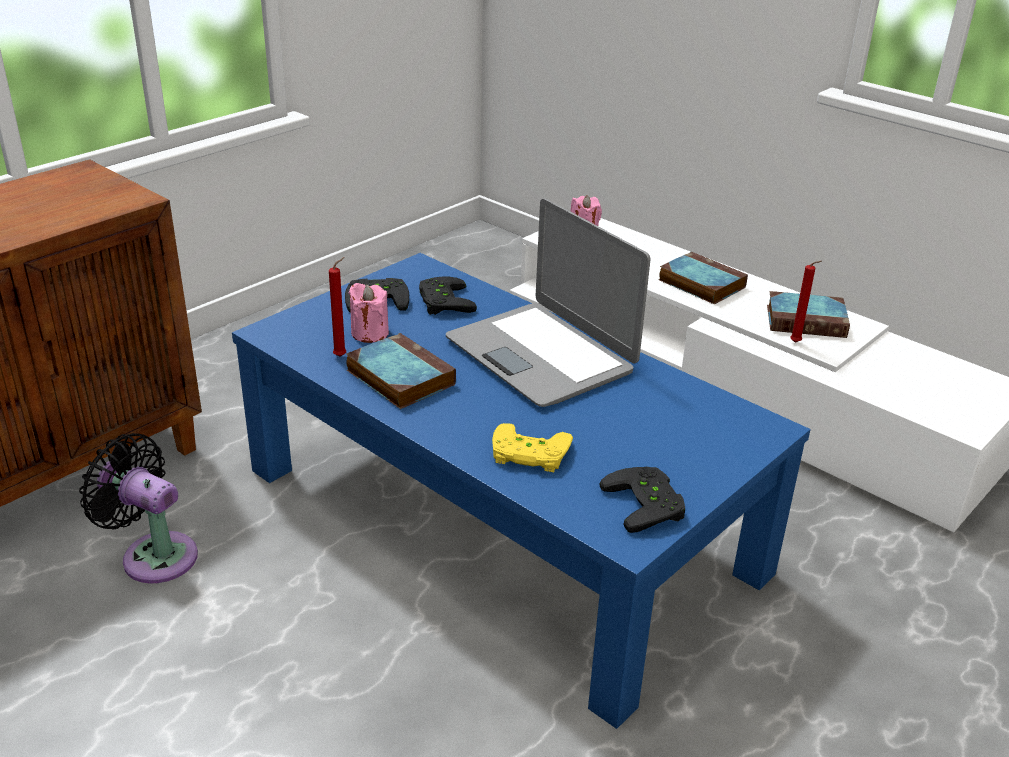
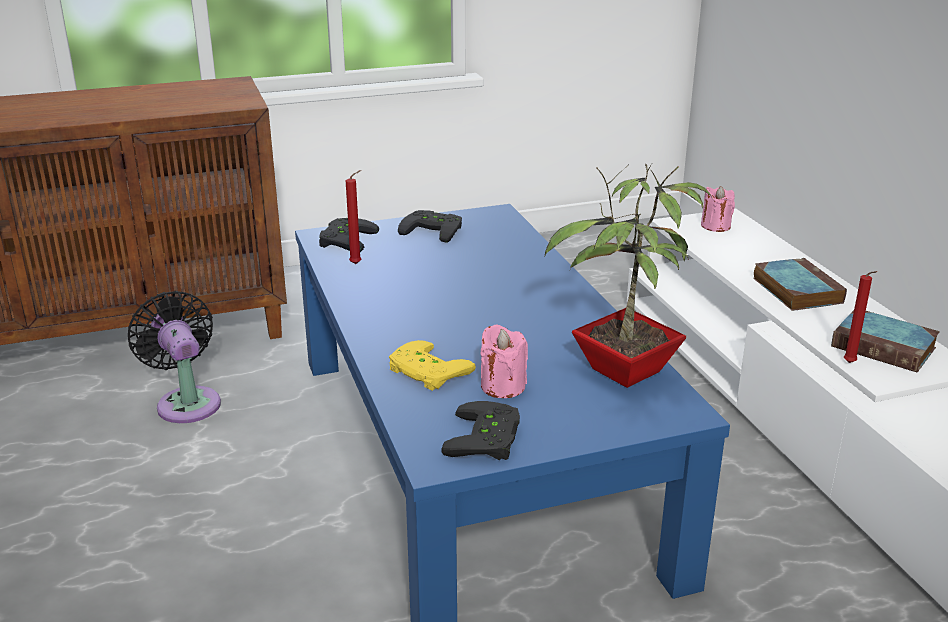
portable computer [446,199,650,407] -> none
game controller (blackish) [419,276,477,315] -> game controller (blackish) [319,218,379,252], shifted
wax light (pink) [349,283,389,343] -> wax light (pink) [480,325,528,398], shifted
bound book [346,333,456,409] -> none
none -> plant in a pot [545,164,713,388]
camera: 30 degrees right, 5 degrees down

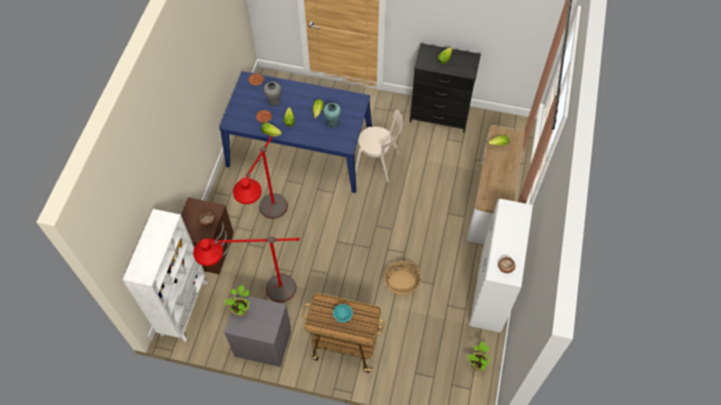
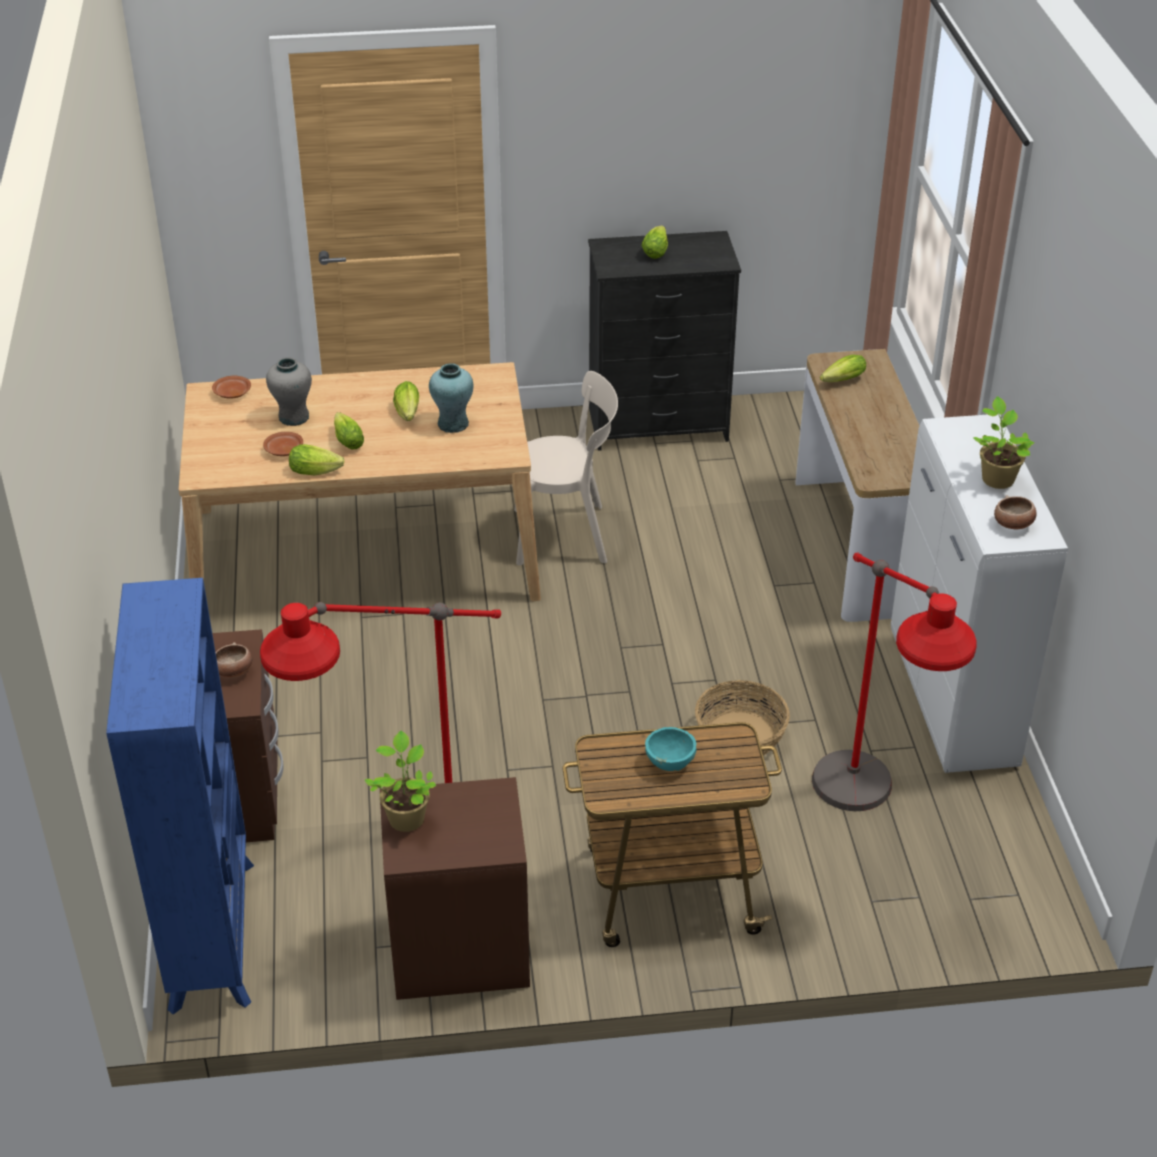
dining table (blue) [219,71,372,193] -> dining table (beige) [179,362,541,601]
standard lamp (reddish) [233,136,288,219] -> standard lamp (reddish) [812,553,977,811], shifted
shelving unit (white-coloured) [122,209,208,342] -> shelving unit (blue) [106,578,254,1014]
nightstand (grey) [224,294,291,367] -> nightstand (brown-coloured) [380,777,530,1000]
plant in a pot [467,341,491,371] -> plant in a pot [973,396,1034,489], shifted
camera: 20 degrees left, 20 degrees down

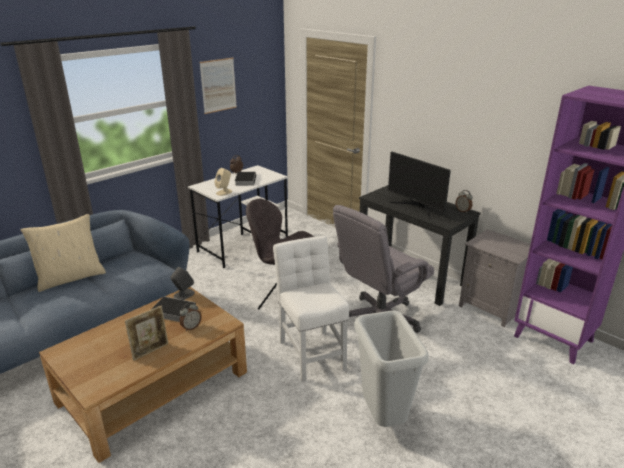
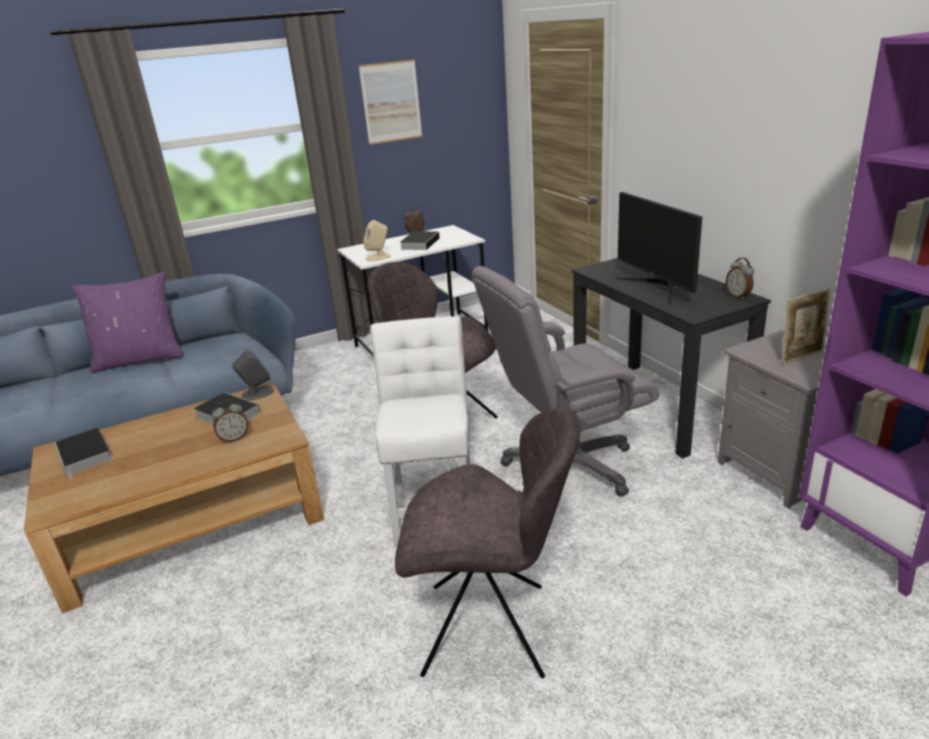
pillow (beige) [21,214,106,292] -> pillow (purplish) [72,272,184,373]
picture frame [125,306,168,361] -> picture frame [782,289,830,364], shifted
rubbish bin (grey) [354,311,429,427] -> upright chair (grey) [395,408,580,678]
none -> bound book [54,428,112,480]
camera: 20 degrees right, 0 degrees up

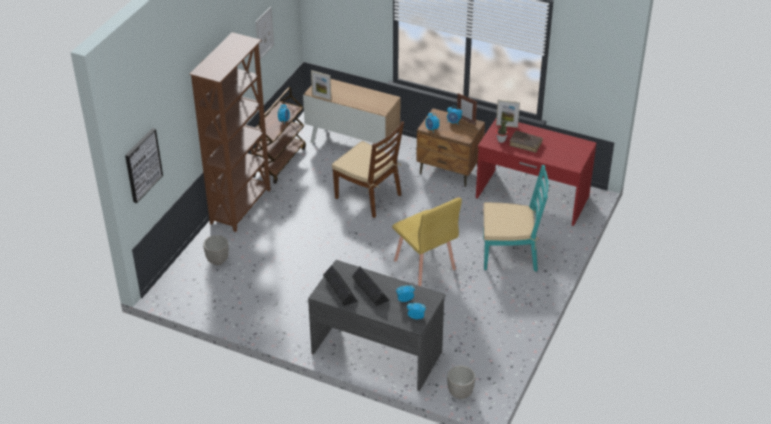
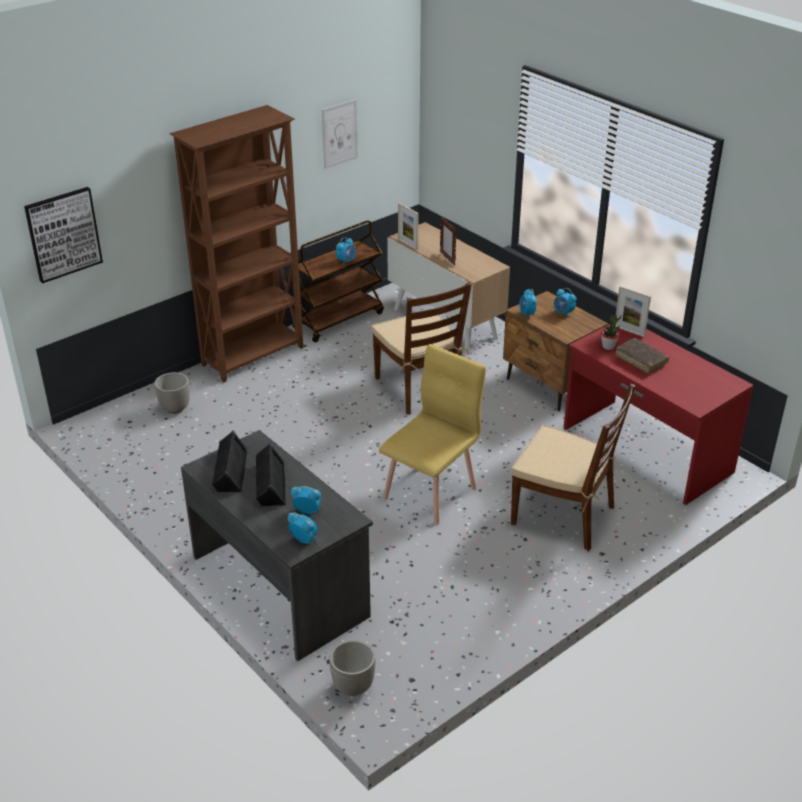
picture frame [457,93,477,125] -> picture frame [440,217,456,266], shifted
upright chair (turquoise) [483,165,549,272] -> upright chair (brown-coloured) [511,384,635,551]
upright chair (yellowish) [392,198,462,286] -> upright chair (yellowish) [379,344,486,525], 135 degrees counterclockwise
camera: 25 degrees right, 5 degrees down

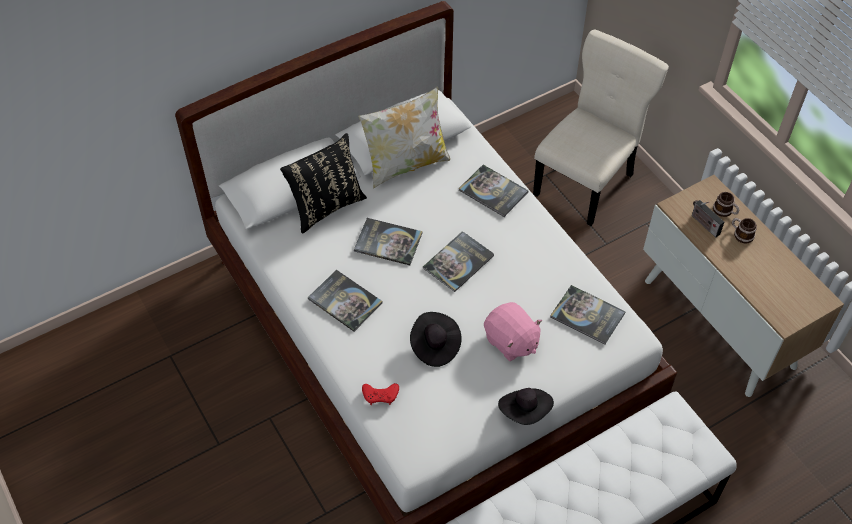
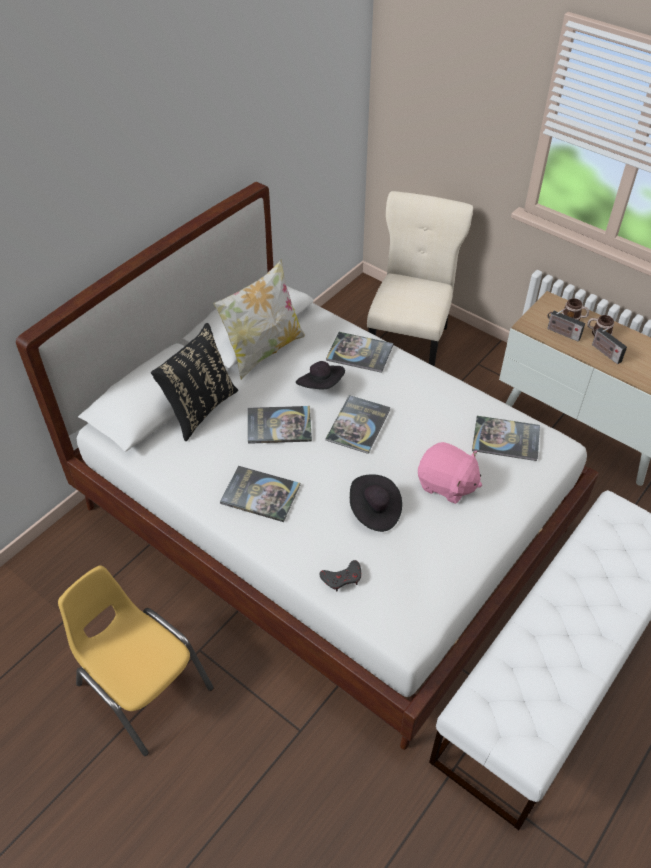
game controller (reddish) [362,383,399,405] -> game controller (grey) [319,560,361,591]
clothing hat (blackish) [498,388,554,425] -> clothing hat (blackish) [296,361,345,390], shifted
none -> radio [592,327,627,364]
none -> upright chair (yellowish) [58,565,213,756]
camera: 20 degrees left, 5 degrees down

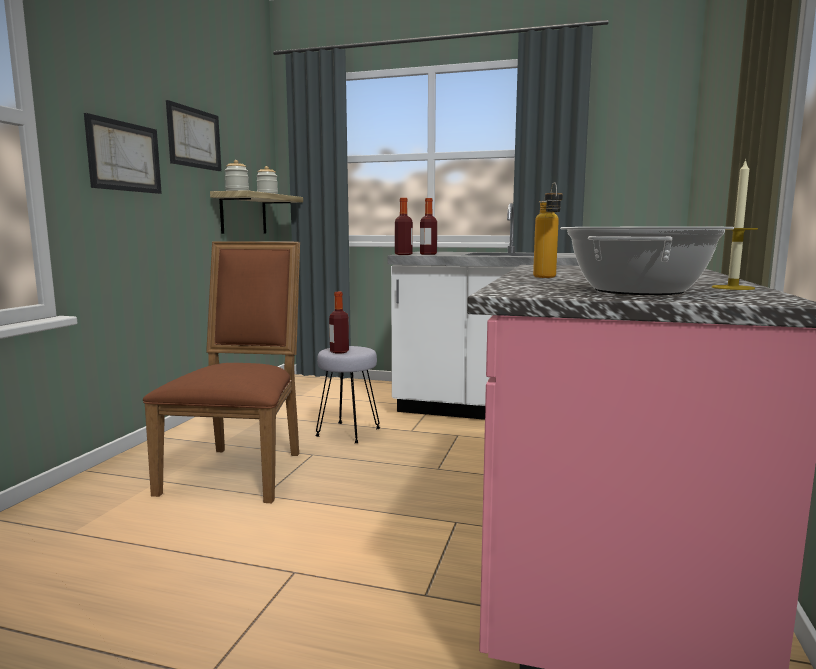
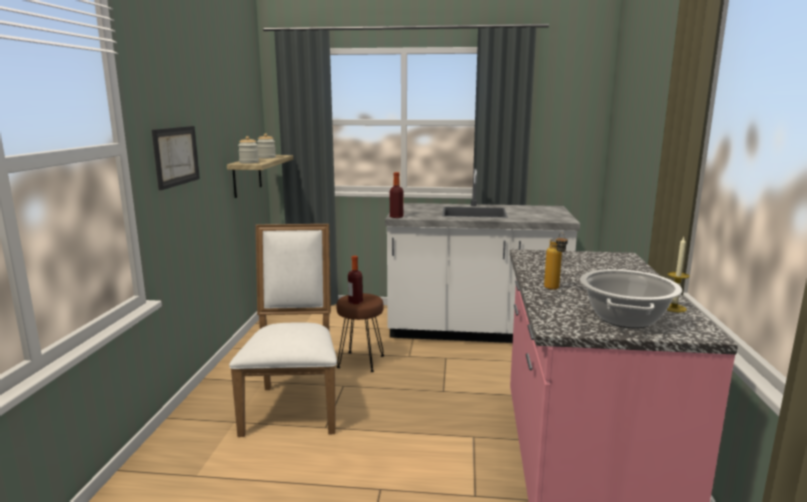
picture [166,100,221,171] -> none
drink bottle [420,198,437,255] -> none
upright chair (brown-coloured) [143,241,300,503] -> upright chair (white-coloured) [229,224,337,437]
stool seat (grey) [315,346,380,443] -> stool seat (brown-coloured) [336,293,384,372]
camera: 10 degrees left, 5 degrees up

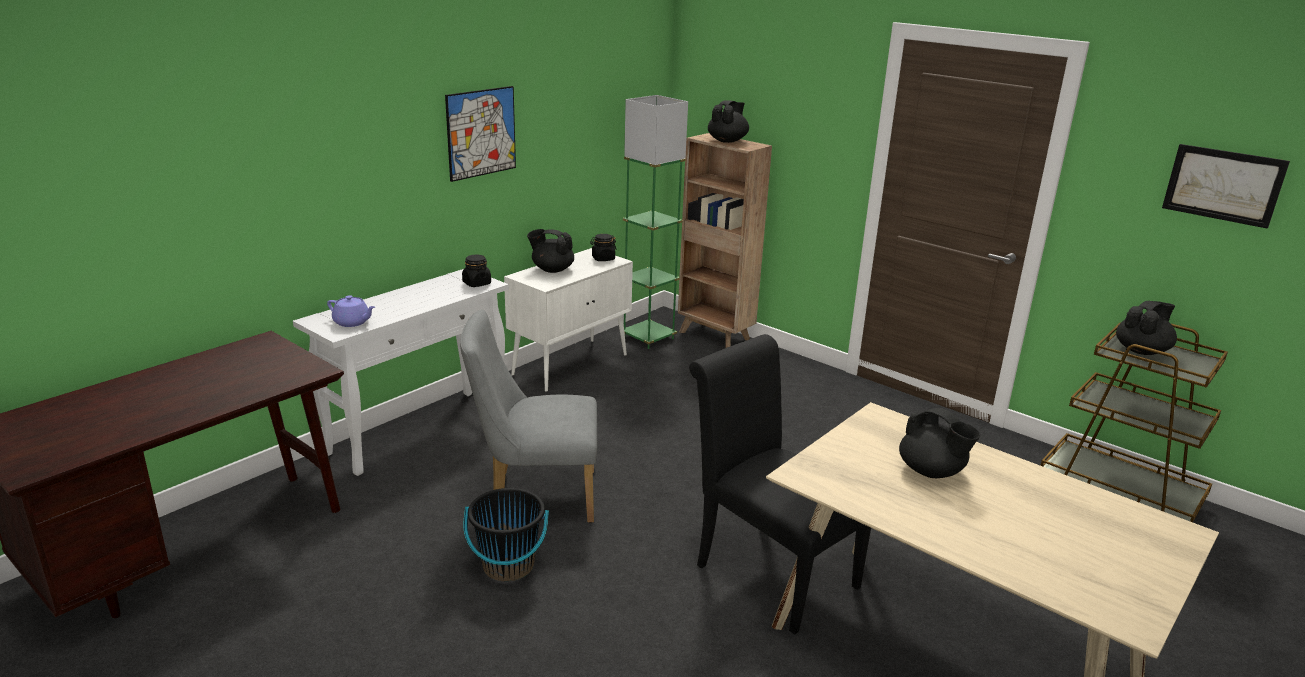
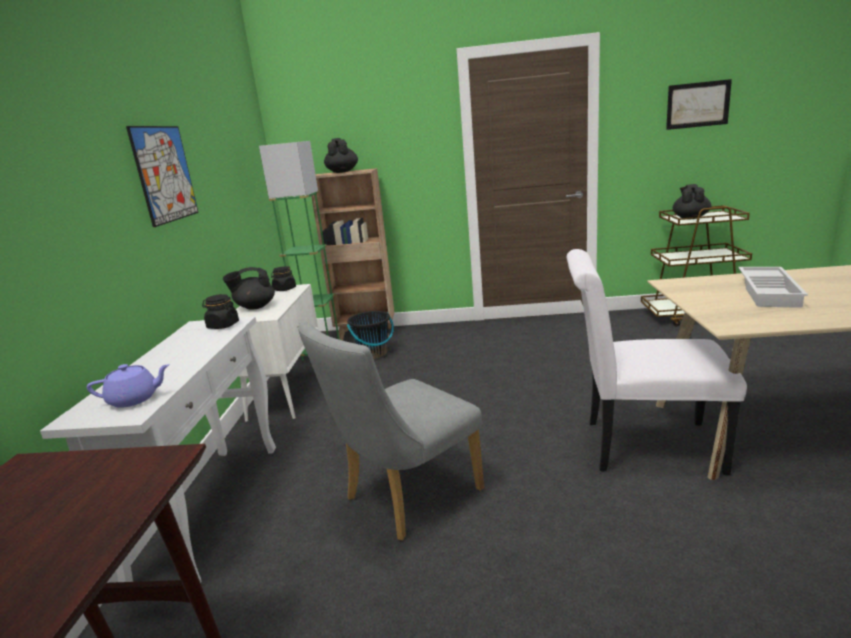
upright chair (blackish) [689,334,871,635] -> upright chair (white-coloured) [567,249,747,475]
tea pot (blackish) [899,408,980,478] -> carrying tray (white-coloured) [738,267,808,308]
bucket (blackish) [463,488,549,581] -> bucket (blackish) [347,311,394,359], shifted
camera: 35 degrees left, 5 degrees down

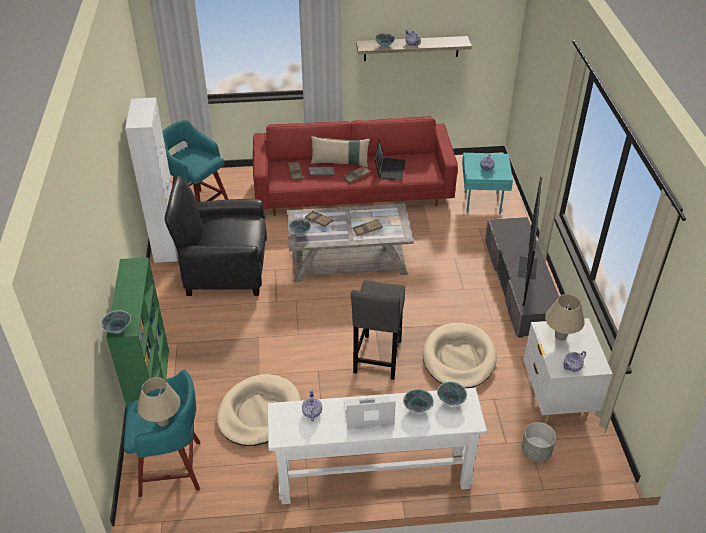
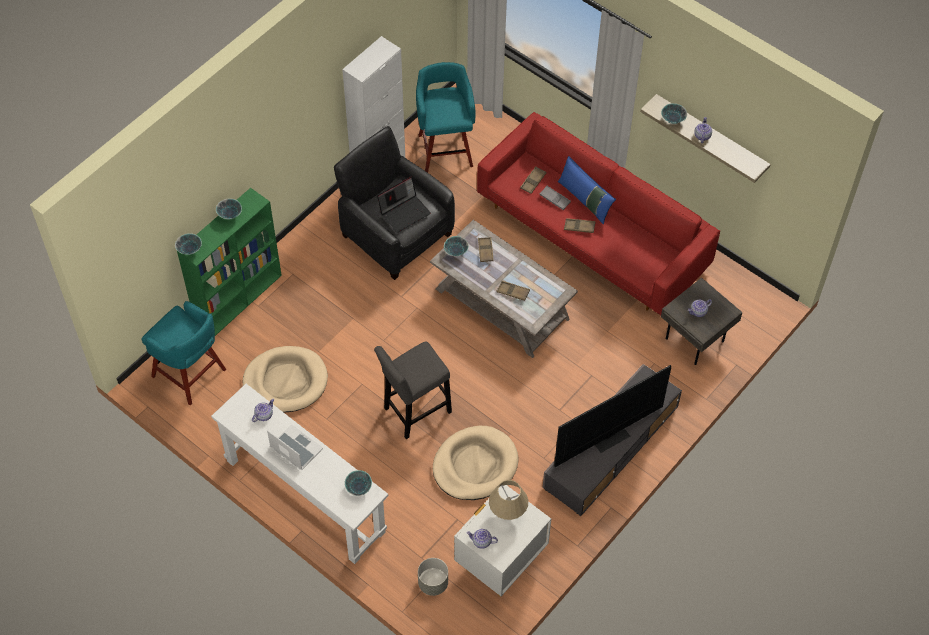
pillow (beige) [311,136,370,167] -> pillow (blue) [558,156,616,225]
portable computer [374,140,406,180] -> portable computer [377,176,431,233], shifted
accent table (turquoise) [462,153,513,214] -> accent table (grey) [661,278,742,365]
lamp for a table (beige) [137,377,181,426] -> none
serving bowl [403,389,434,413] -> serving bowl [216,199,242,219], shifted
camera: 45 degrees right, 15 degrees up

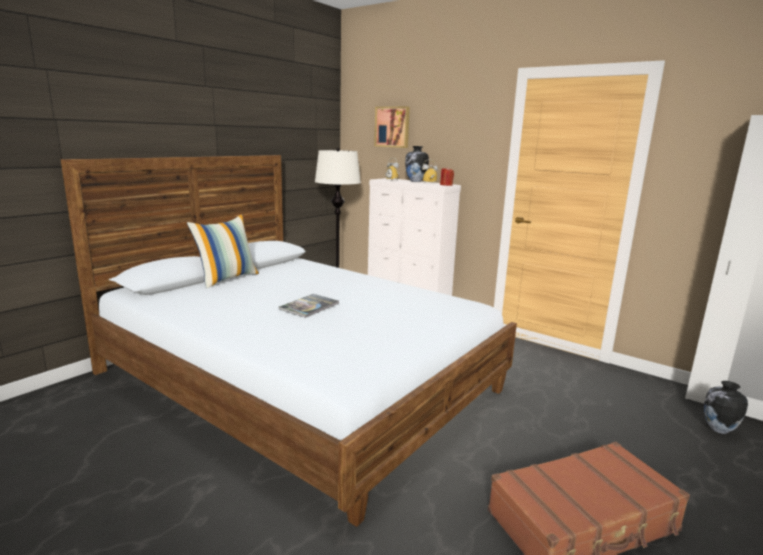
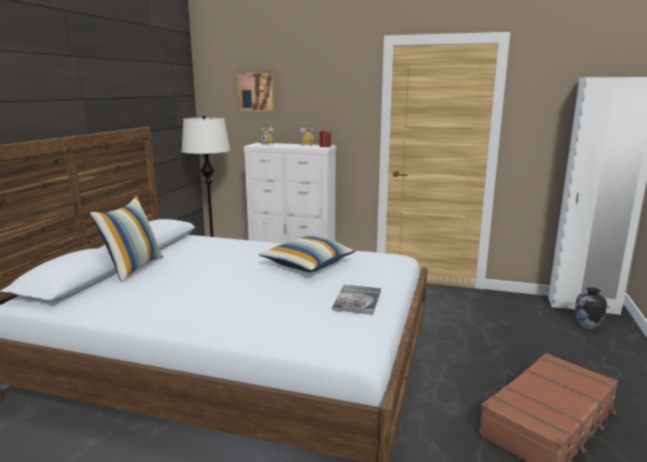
vase [405,146,429,182] -> none
bound book [279,294,339,318] -> bound book [332,285,381,314], shifted
none -> pillow [258,236,356,272]
camera: 20 degrees left, 0 degrees up

